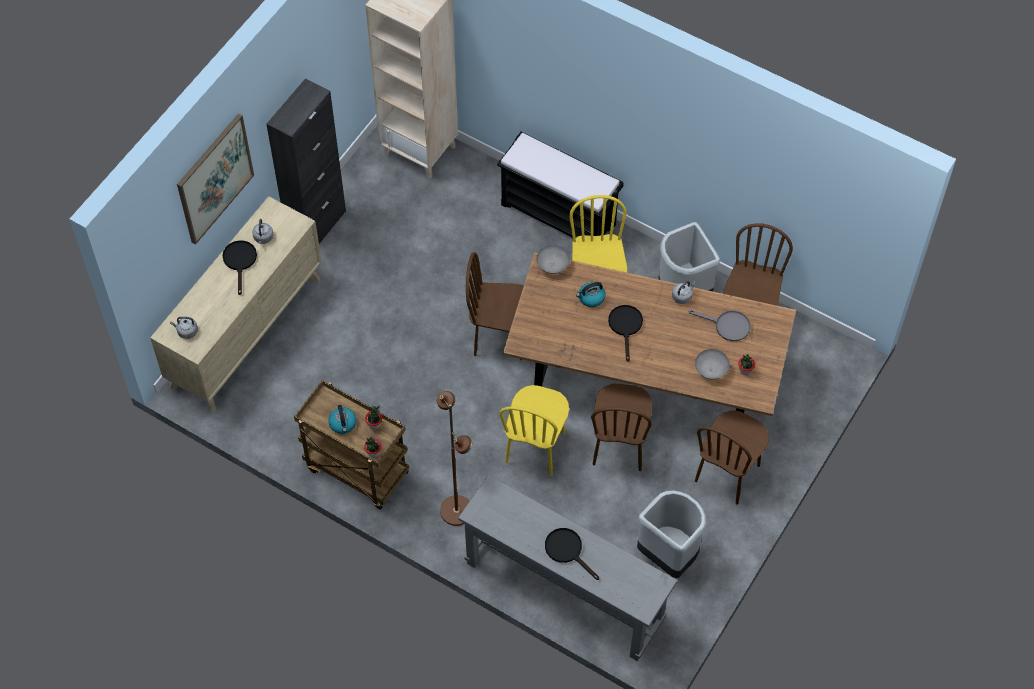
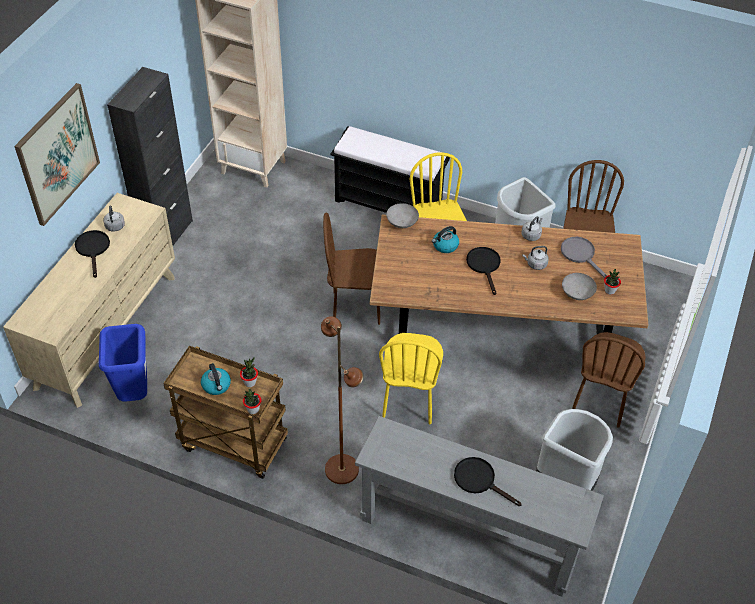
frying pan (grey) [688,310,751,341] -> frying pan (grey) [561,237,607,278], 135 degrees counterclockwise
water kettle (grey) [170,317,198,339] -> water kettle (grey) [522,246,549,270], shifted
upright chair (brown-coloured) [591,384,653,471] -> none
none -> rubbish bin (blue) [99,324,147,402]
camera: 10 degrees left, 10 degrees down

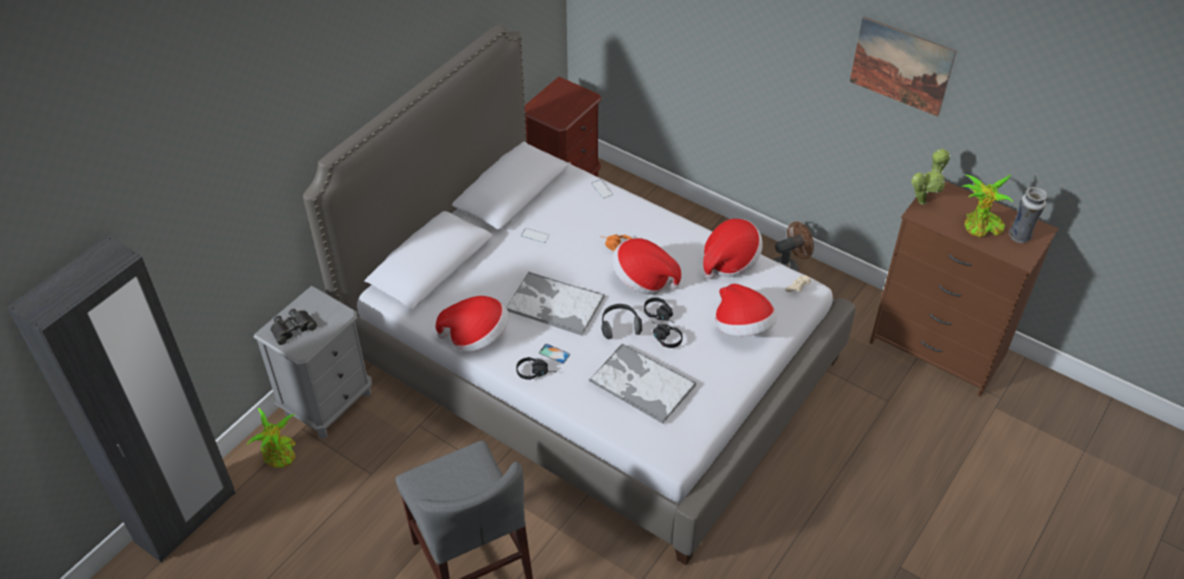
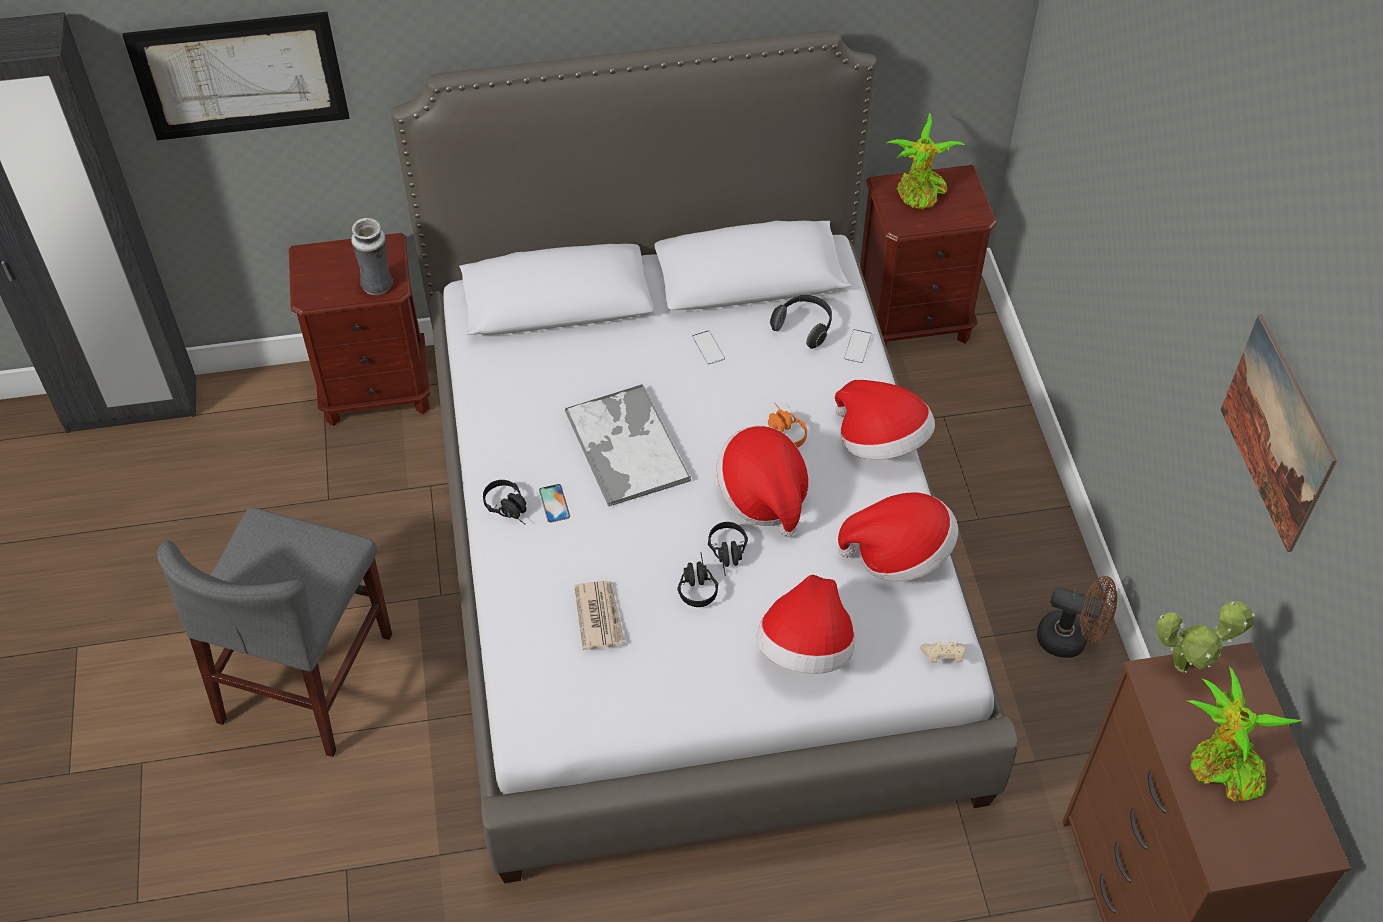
vase [1009,187,1047,243] -> vase [351,218,393,295], shifted
nightstand (grey) [253,286,372,439] -> nightstand (brown-coloured) [289,233,430,426]
clothing hat [436,296,509,352] -> clothing hat [835,380,935,460], shifted
headset [601,304,642,340] -> headset [770,295,832,349], shifted
pair of binoculars (blackish) [270,309,318,345] -> none
carrying tray [589,343,696,424] -> daily paper [574,581,625,650]
plant in a pot [247,408,296,468] -> plant in a pot [887,113,965,209], shifted
none -> picture [122,12,350,140]
camera: 45 degrees right, 5 degrees up

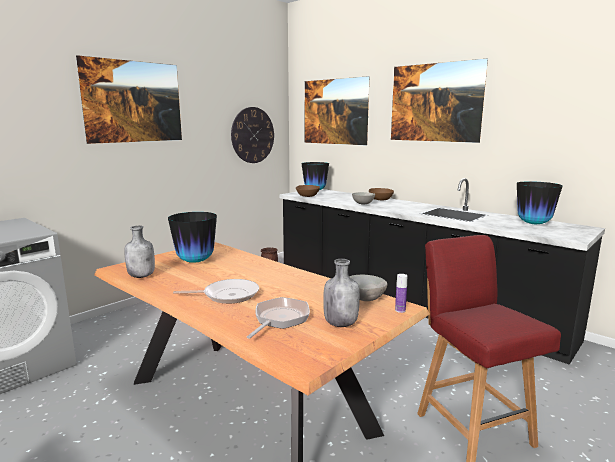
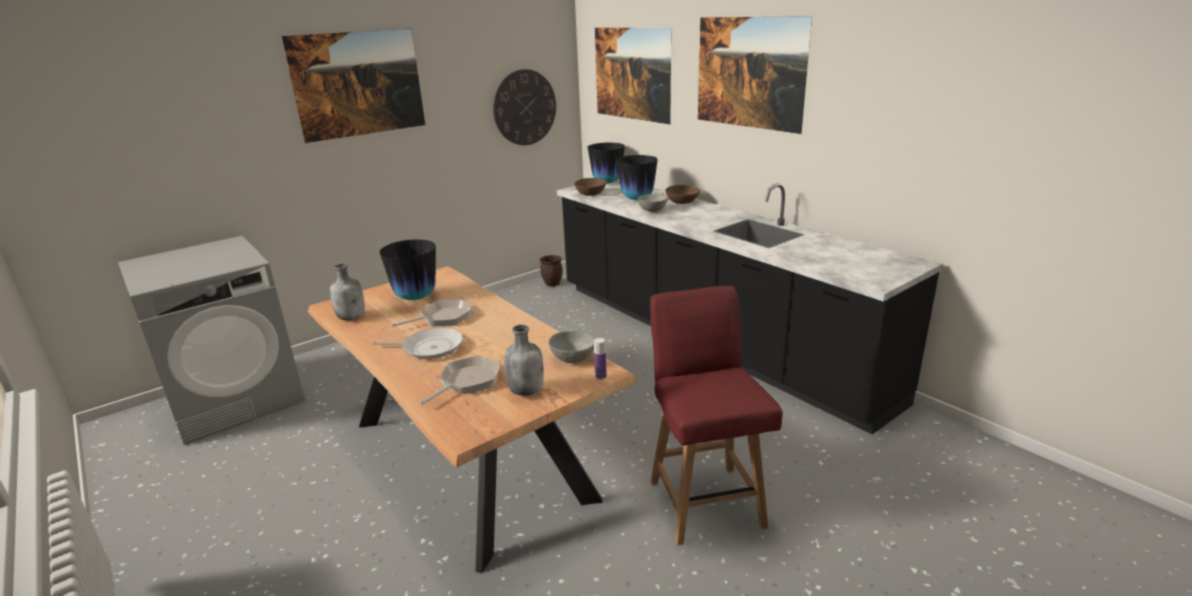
vase [517,181,562,224] -> vase [616,155,658,200], shifted
none -> frying pan [391,300,472,327]
camera: 10 degrees right, 10 degrees up

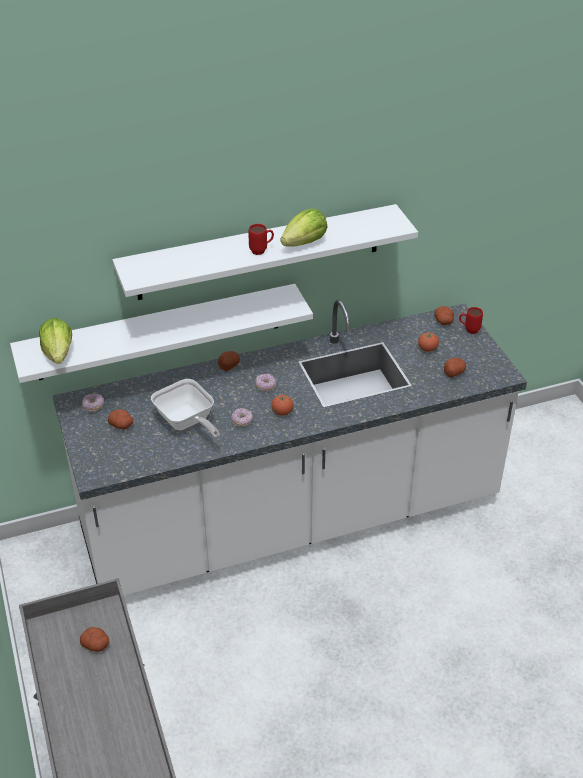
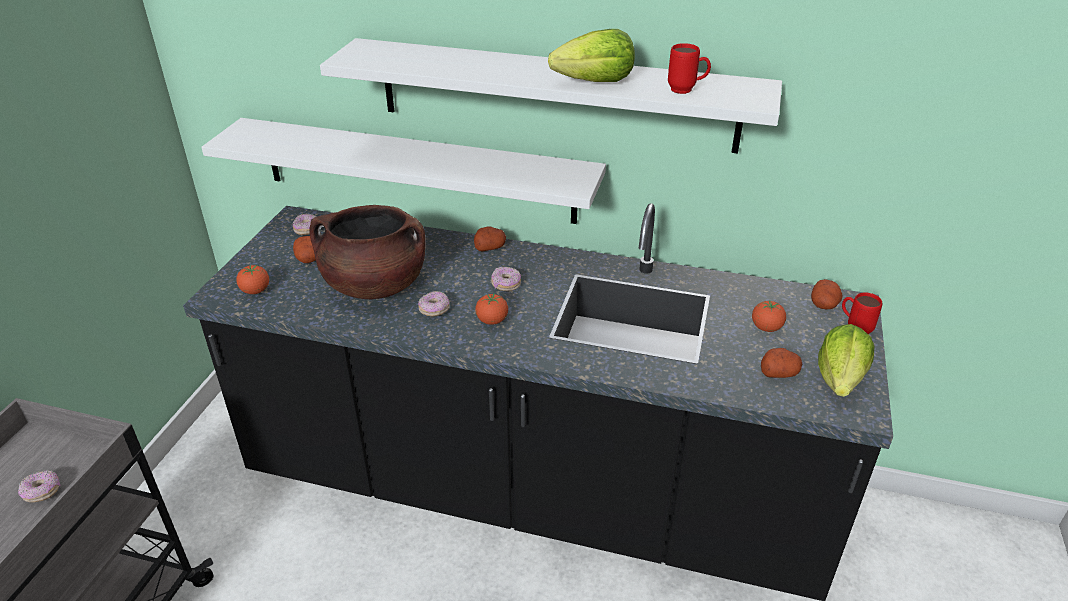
coffee mug (reddish) [248,224,274,255] -> coffee mug (reddish) [668,43,711,94], shifted
counter (white-coloured) [52,300,527,596] -> counter (blackish) [183,203,893,601]
head of lettuce [39,318,72,364] -> head of lettuce [818,324,874,397], shifted
frying pan [151,379,220,439] -> stockpot (brown-coloured) [310,205,426,299]
potato [80,627,109,652] -> doughnut [18,470,61,502]
none -> fresh tomato [236,265,269,294]
camera: 35 degrees right, 5 degrees down

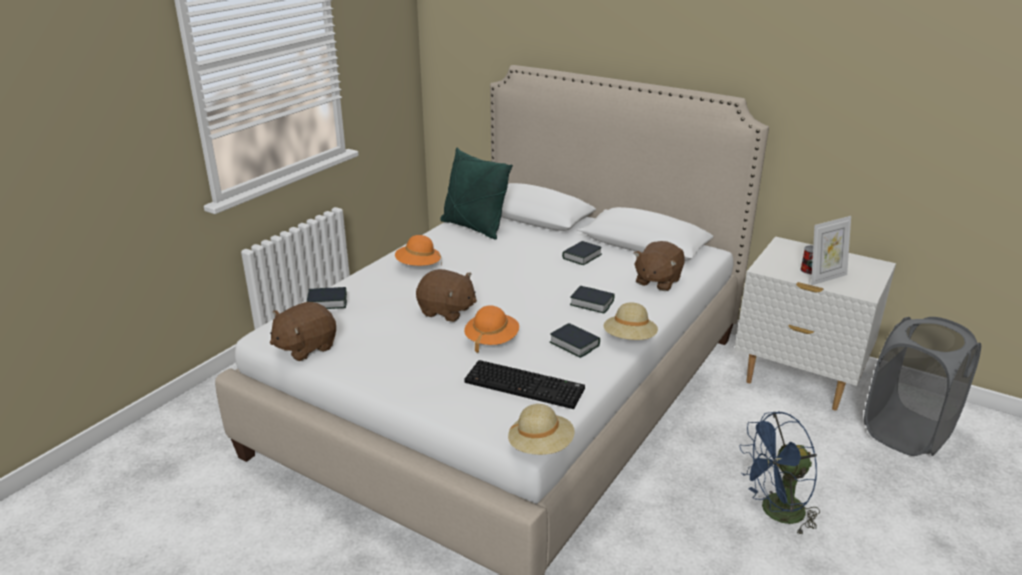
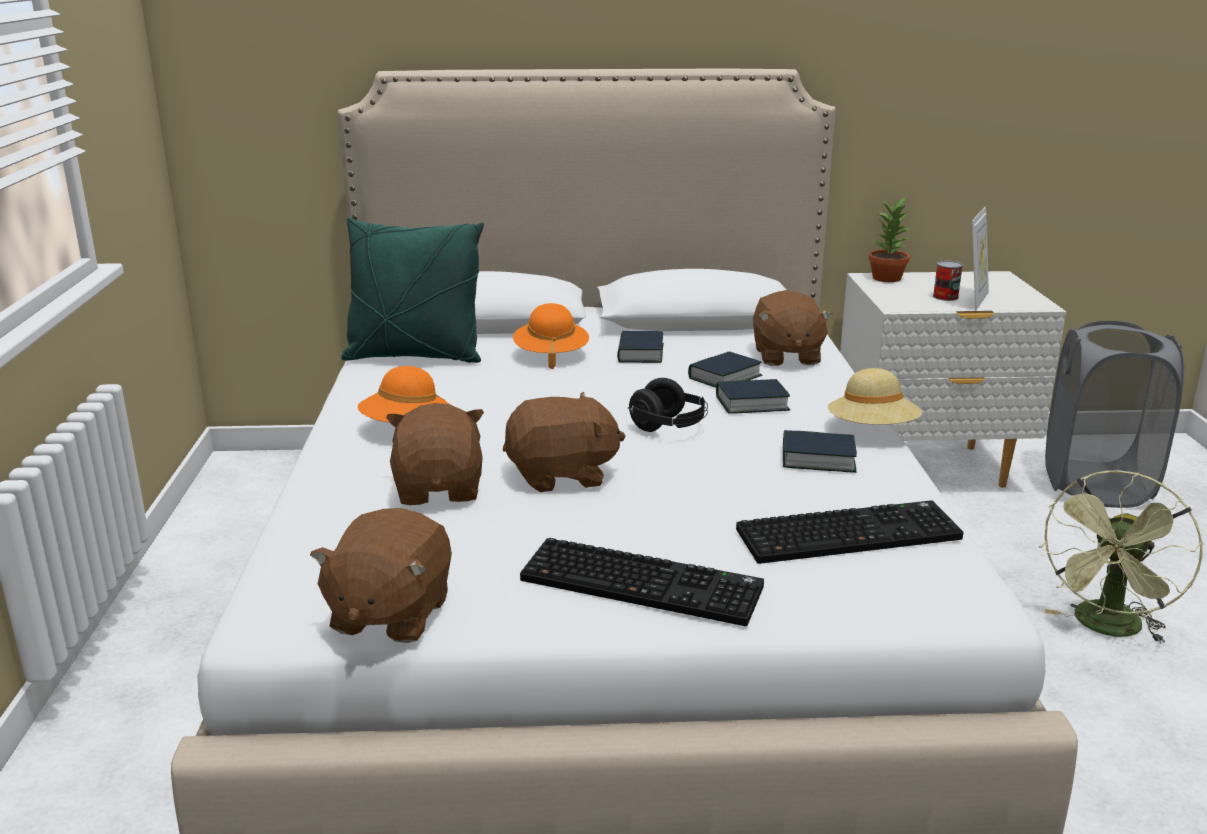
bound book [307,287,347,309] -> bound book [688,351,762,388], shifted
clothing hat (orange-coloured) [464,305,519,353] -> clothing hat (orange-coloured) [513,303,589,369], shifted
clothing hat (beige) [508,404,575,455] -> none
fan (blue) [739,412,820,535] -> fan (green-coloured) [1039,470,1203,643]
none -> plant in a pot [869,196,910,282]
none -> headset (blackish) [628,378,708,432]
none -> plush toy (brown-coloured) [386,403,484,505]
none -> PC keyboard [520,538,764,626]
camera: 35 degrees left, 5 degrees down

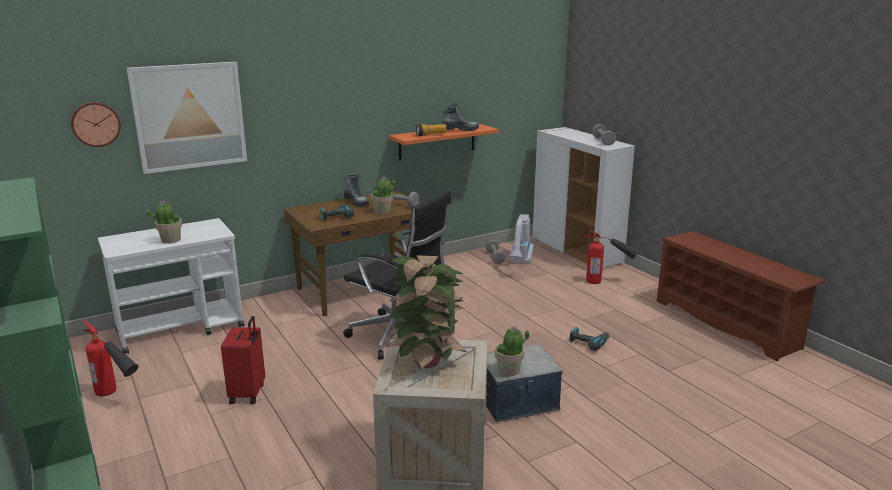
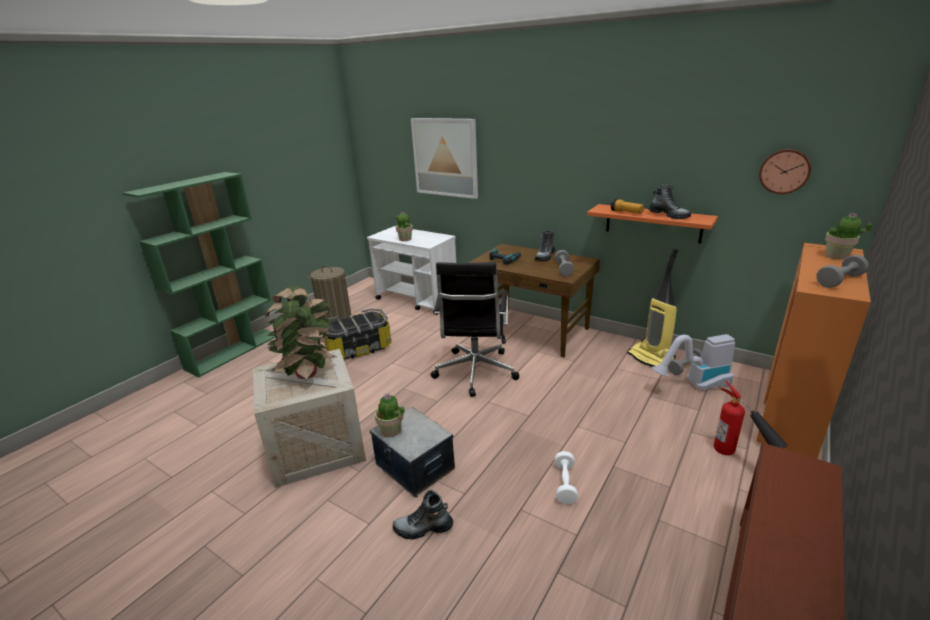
clock on the wall [71,102,121,147] -> clock on the wall [759,149,811,194], shifted
cabinet (white-coloured) [532,127,635,268] -> cabinet (orange-coloured) [756,243,871,459]
plant in a pot [371,176,395,214] -> plant in a pot [825,213,872,260], shifted
piece of luggage (reddish) [221,316,265,404] -> storage bin [323,309,392,360]
fire-fighting cylinder [83,320,139,396] -> hamper [308,266,351,320]
power drill [570,327,610,351] -> hand weight (white-coloured) [554,451,578,504]
none -> vacuum [627,249,678,367]
none -> boot [393,490,453,540]
camera: 65 degrees right, 5 degrees up

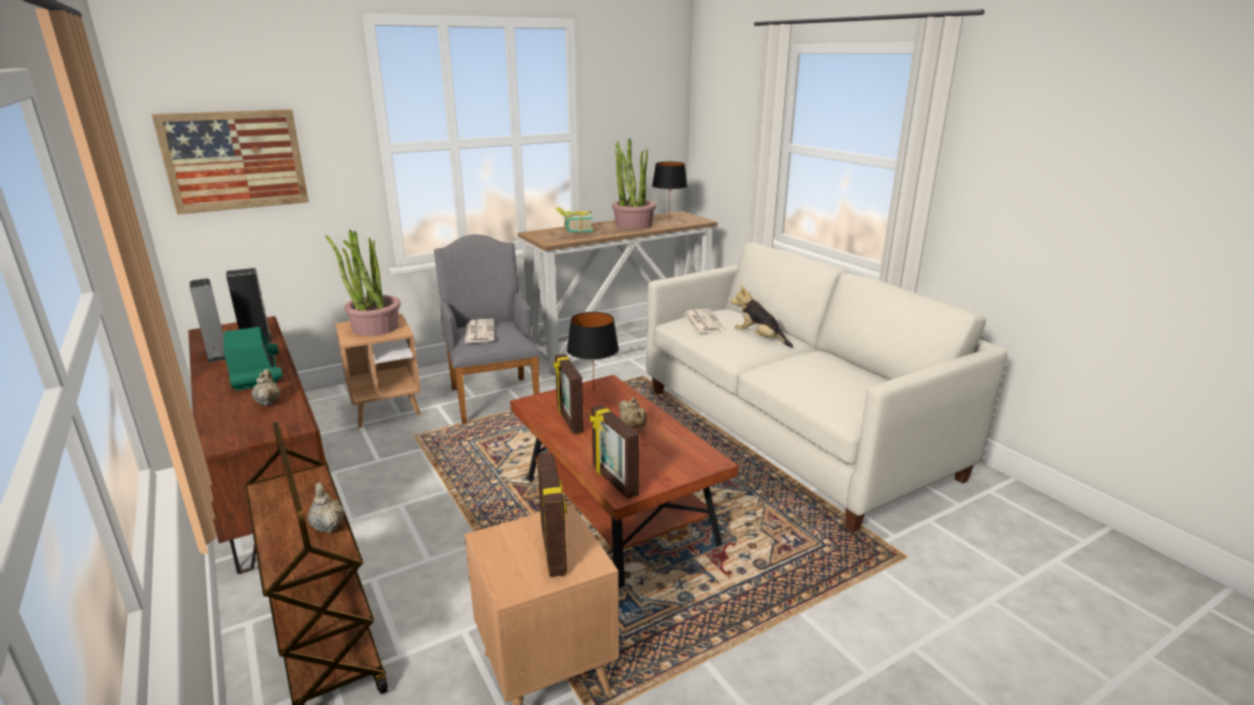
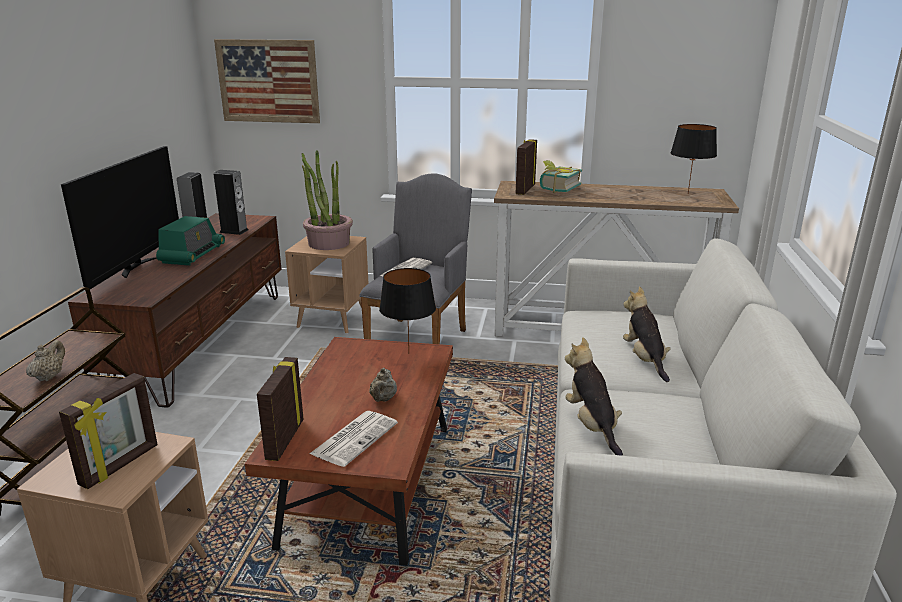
plant in a pot [612,138,656,229] -> none
daily paper [684,309,725,333] -> daily paper [309,411,398,467], shifted
picture frame [553,354,584,434] -> picture frame [516,139,537,195], shifted
tea pot (beige) [252,369,281,406] -> none
none -> TV [61,146,179,289]
none -> plush toy [565,337,623,456]
camera: 40 degrees right, 0 degrees up

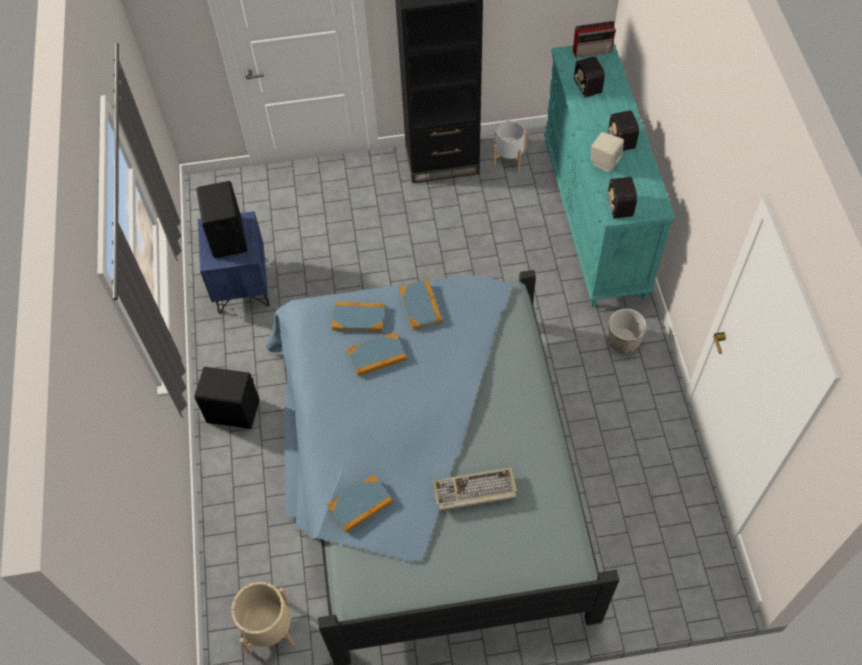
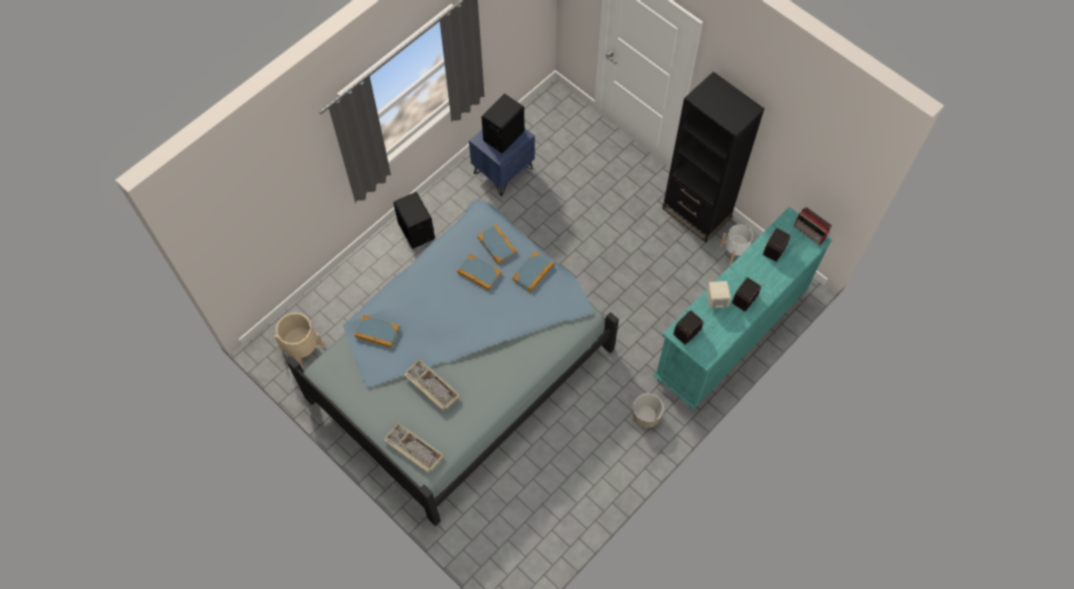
none -> PC keyboard [384,422,444,473]
camera: 50 degrees right, 5 degrees up

